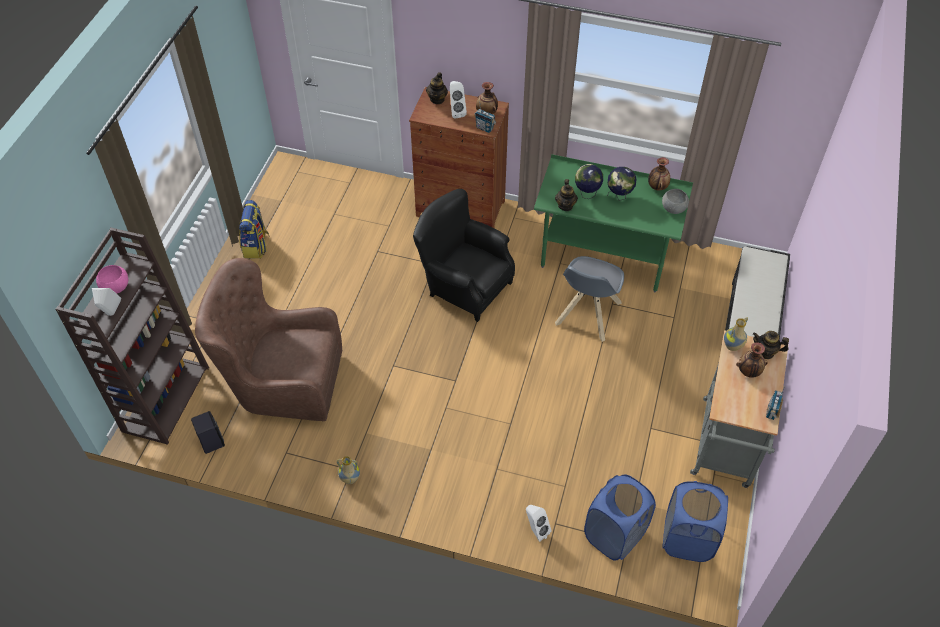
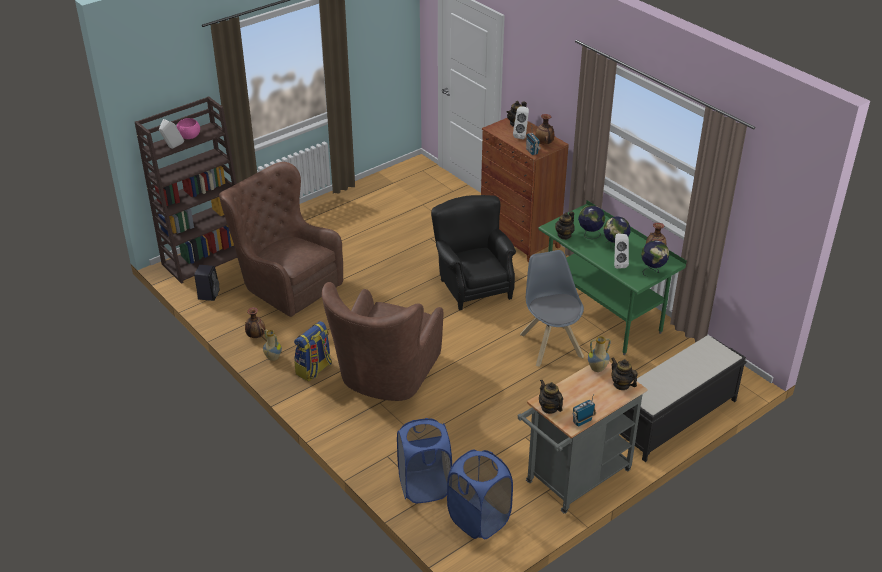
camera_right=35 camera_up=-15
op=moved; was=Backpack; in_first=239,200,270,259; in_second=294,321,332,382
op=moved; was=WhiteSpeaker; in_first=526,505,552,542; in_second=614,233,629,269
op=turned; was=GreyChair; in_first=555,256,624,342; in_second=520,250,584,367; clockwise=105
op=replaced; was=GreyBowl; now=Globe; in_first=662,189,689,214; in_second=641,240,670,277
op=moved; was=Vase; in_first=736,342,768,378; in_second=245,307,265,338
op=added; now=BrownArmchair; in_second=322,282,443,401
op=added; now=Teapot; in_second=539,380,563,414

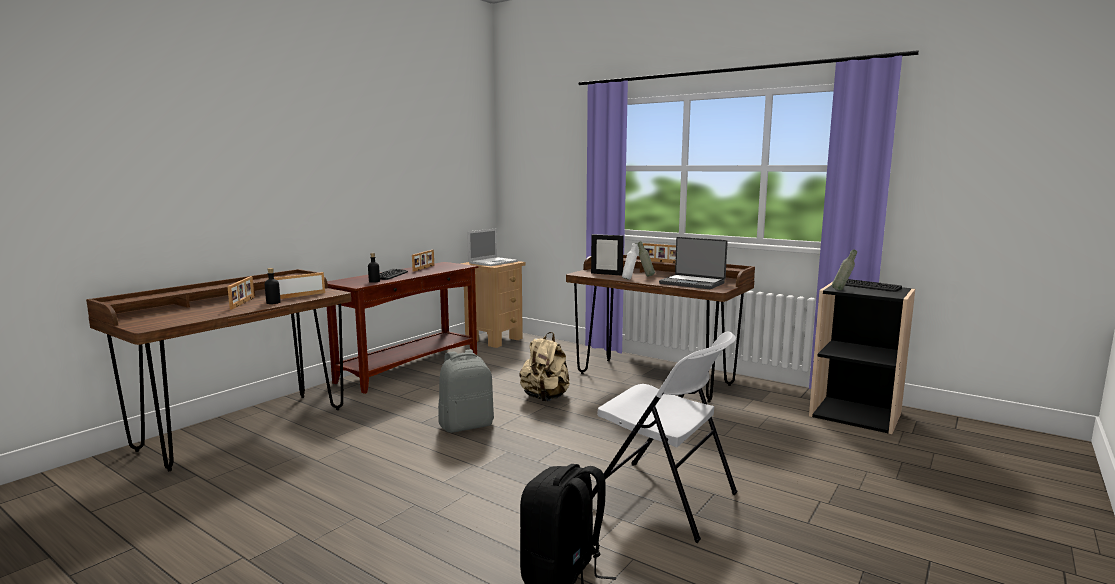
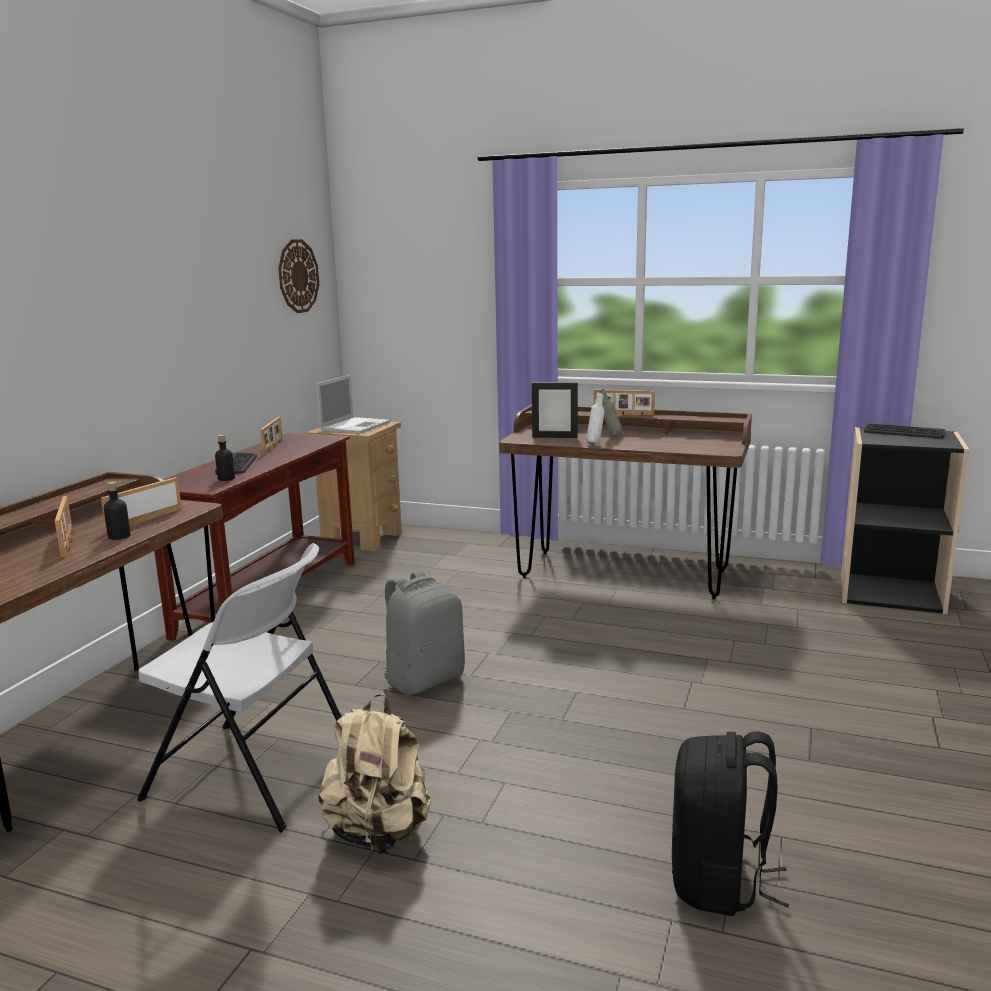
camera_right=-15 camera_up=5
op=moved; was=BeigeBackpack; in_first=520,332,570,401; in_second=318,693,431,854
op=moved; was=WhiteChair; in_first=592,332,738,543; in_second=137,543,342,833
op=removed; was=Laptop; in_first=659,237,728,289
op=removed; was=GreyBottle; in_first=832,249,857,290
op=added; now=WallClock; in_second=278,239,319,313

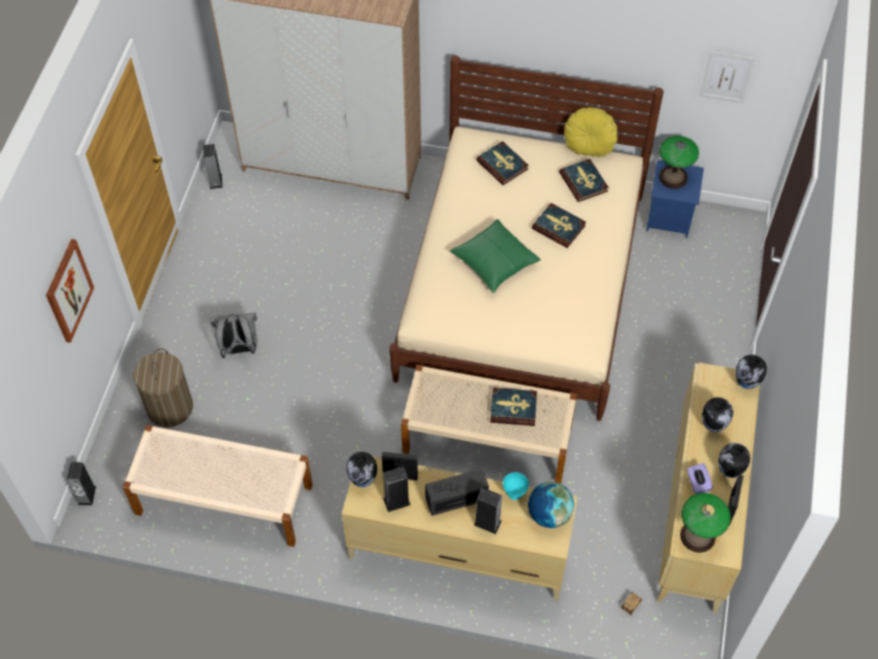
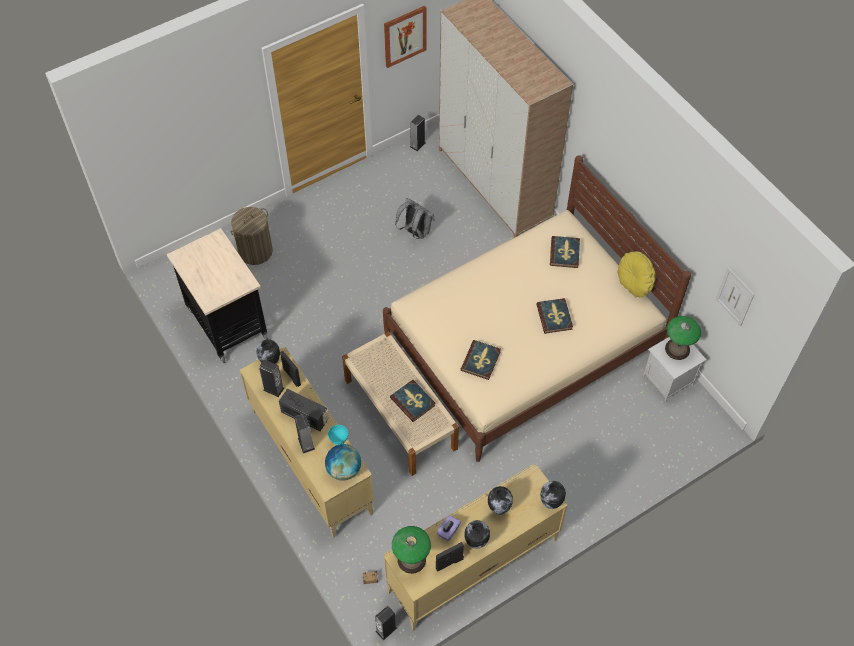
camera_right=45 camera_up=0
op=moved; was=Picture; in_first=46,239,94,343; in_second=384,5,426,68
op=moved; was=Speaker; in_first=67,462,96,505; in_second=375,605,397,641
op=replaced; was=BeigeBench; now=BlackCart; in_first=123,425,313,547; in_second=167,228,268,363
op=moved; was=GreyBackpack; in_first=210,313,257,358; in_second=395,198,435,239
op=removed; was=GreenPillow; in_first=450,219,541,293
op=moved; was=Book; in_first=559,159,609,202; in_second=461,340,501,380
op=recoloured; was=BlueNightstand; now=GreyNightstand; in_first=646,160,704,238; in_second=643,337,707,402

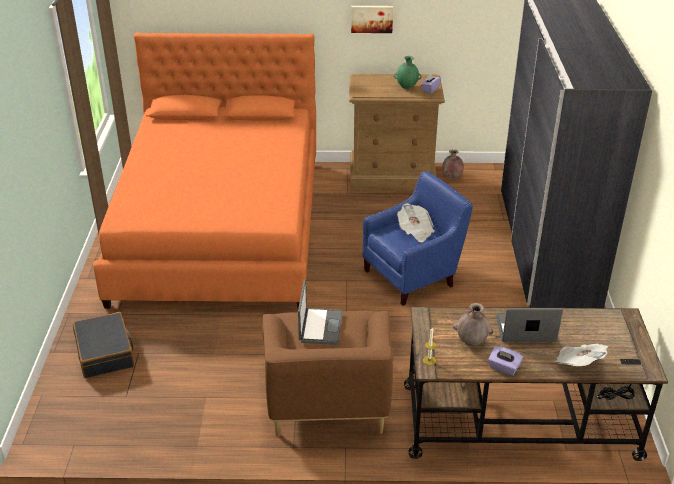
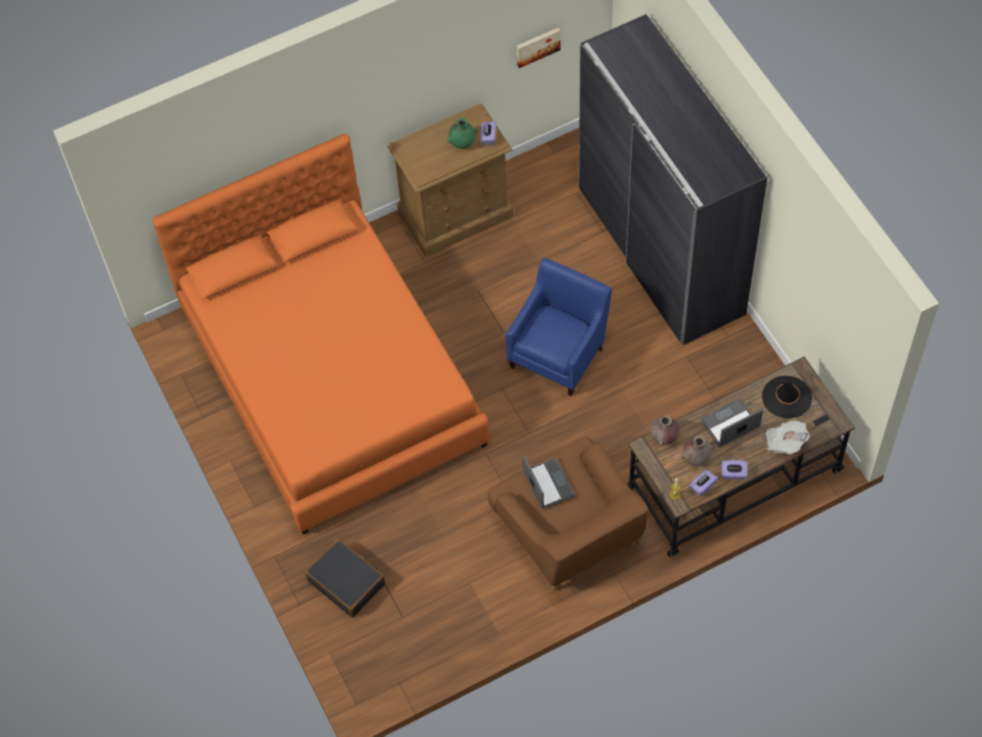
camera_right=-25 camera_up=25
op=moved; was=Picture; in_first=351,6,393,33; in_second=517,28,560,68
op=removed; was=Newspaper; in_first=397,203,435,242
op=moved; was=BrownVase; in_first=443,150,464,179; in_second=651,415,680,447
op=added; now=PurpleTissueBox; in_second=689,470,718,497
op=added; now=BlackHat; in_second=762,376,812,418

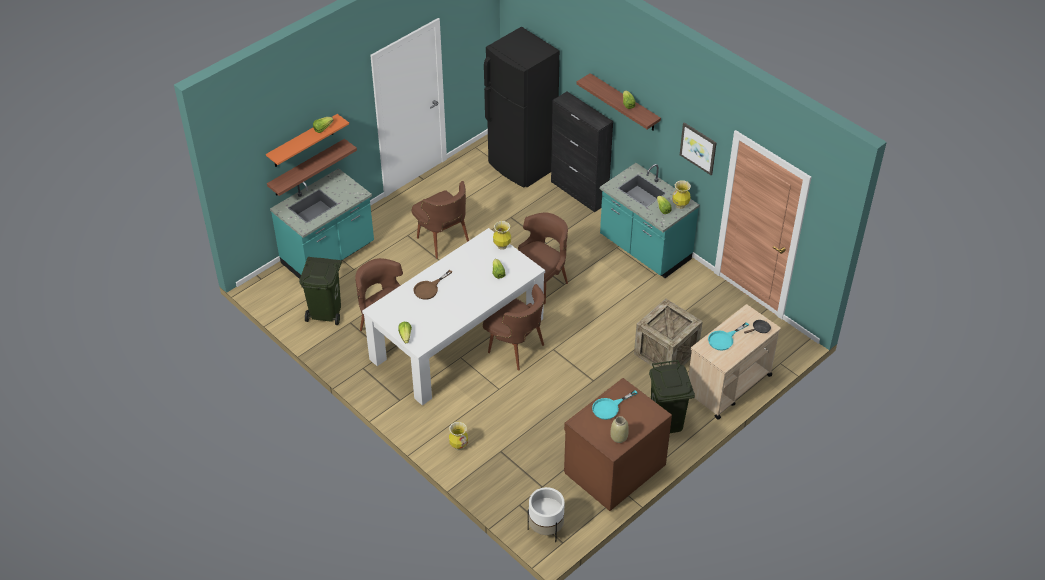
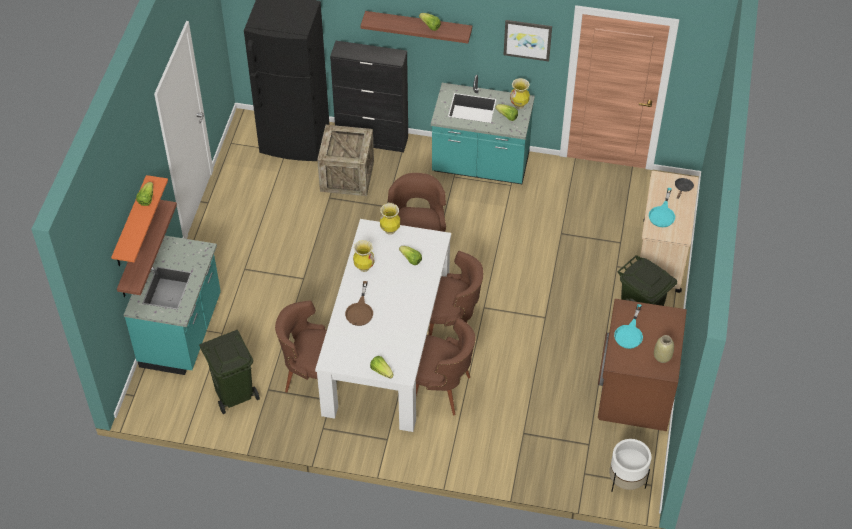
camera_right=-35 camera_up=5
op=moved; was=BrownChair; in_first=411,181,469,259; in_second=416,317,476,415
op=moved; was=Vase; in_first=449,422,468,450; in_second=353,240,374,272
op=moved; was=Crate; in_first=634,299,703,367; in_second=317,125,374,196

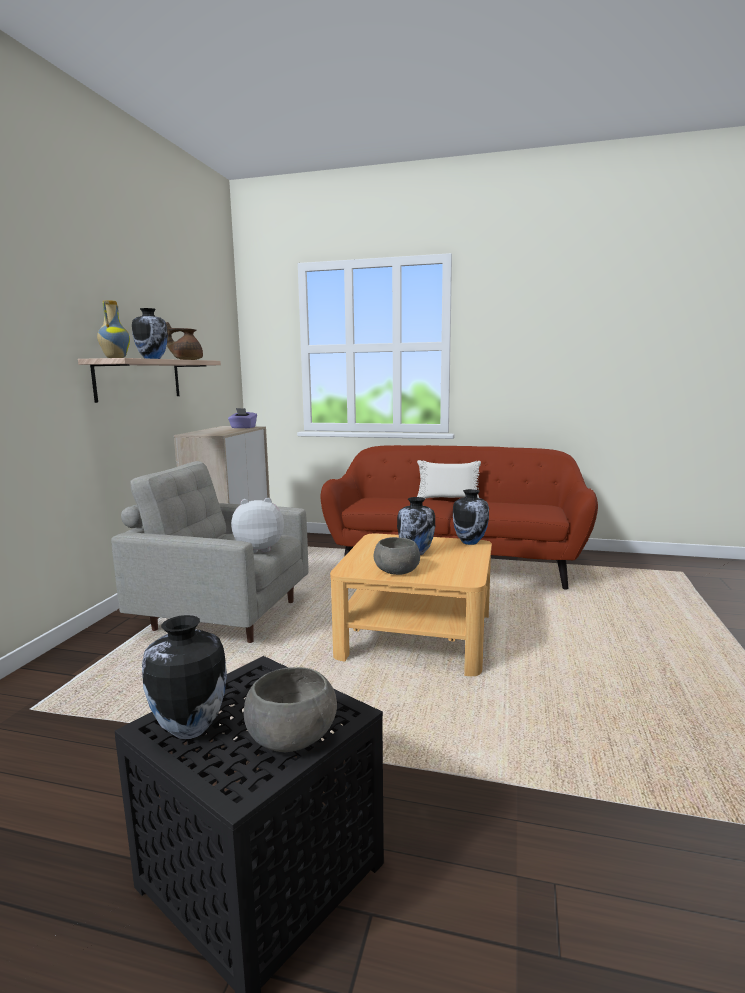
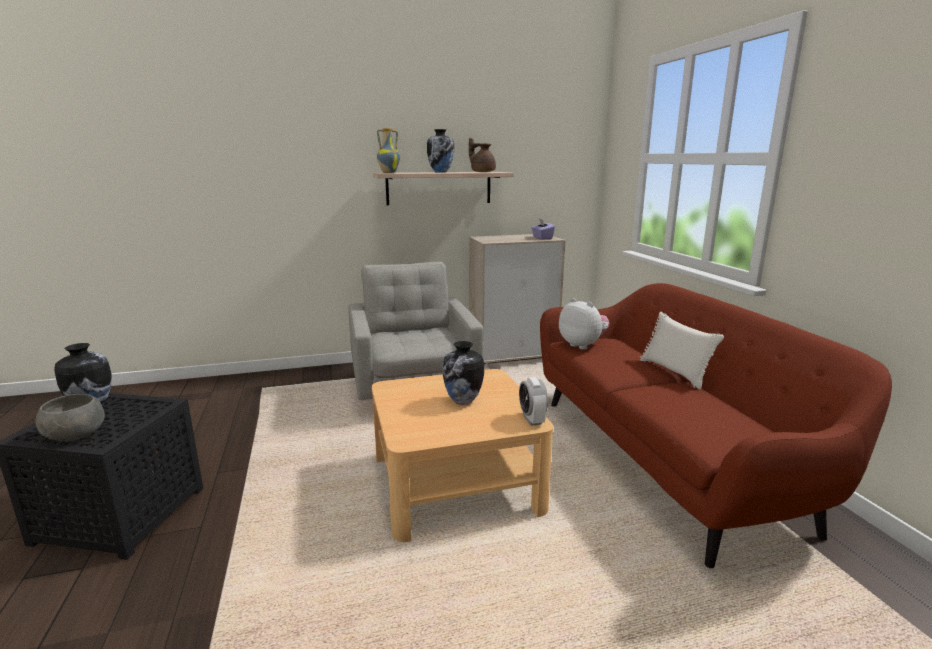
camera_right=60 camera_up=5
op=moved; was=PlushToy; in_first=231,498,284,553; in_second=559,298,610,350
op=removed; was=GreyBowl; in_first=374,537,420,575
op=replaced; was=Vase; now=AlarmClock; in_first=453,489,489,545; in_second=519,377,548,426

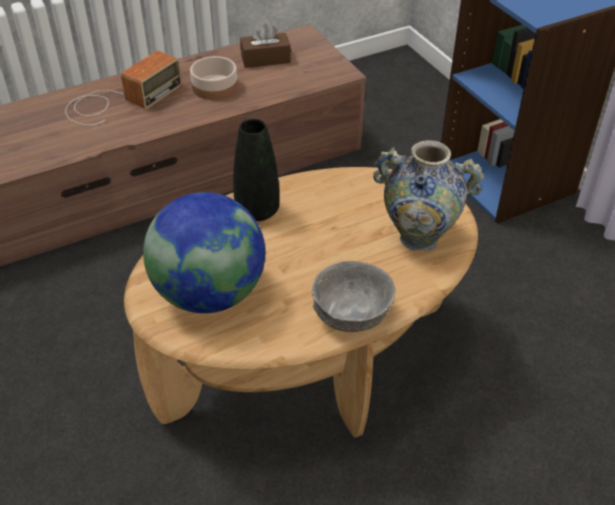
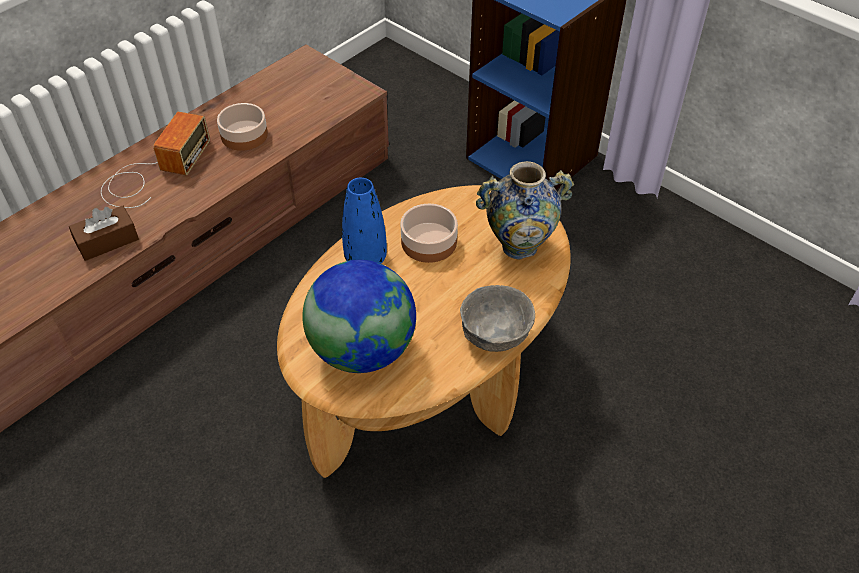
camera_right=-20 camera_up=5
op=recoloured; was=BlackVase; now=BlueVase; in_first=233,119,280,221; in_second=342,178,387,264
op=moved; was=BrownTissueBox; in_first=240,24,291,68; in_second=69,206,139,261
op=added; now=Bowl; in_second=401,204,458,263

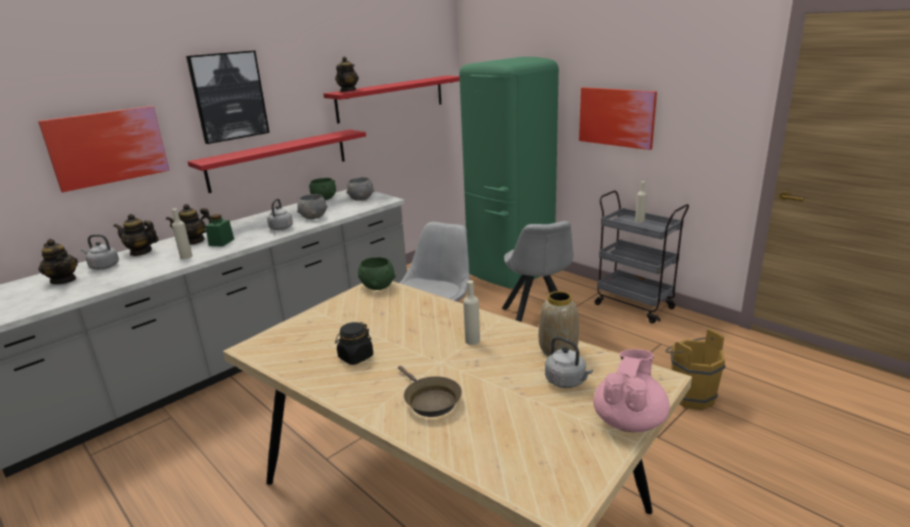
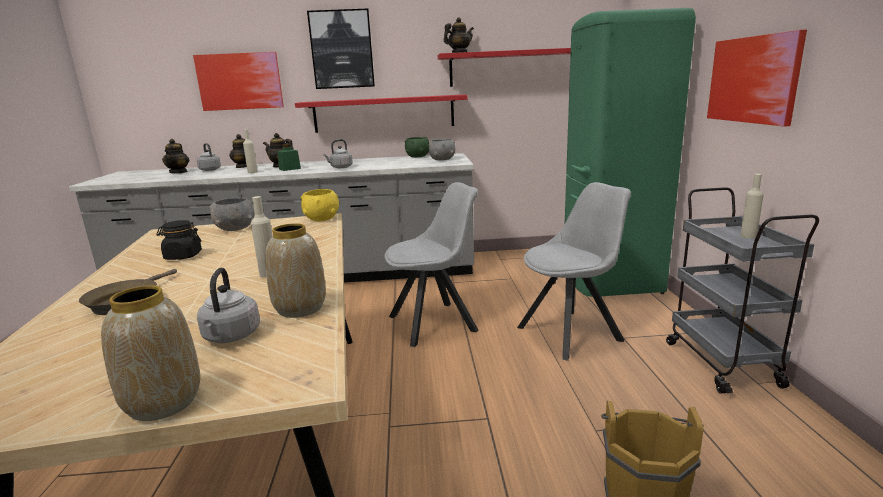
camera_right=40 camera_up=-5
op=moved; was=GreyBowl; in_first=297,194,328,219; in_second=210,198,253,231
op=recoloured; was=GreenBowl; now=YellowBowl; in_first=358,257,396,290; in_second=301,189,339,222
op=turned; was=GreyChair; in_first=502,221,574,322; in_second=517,182,631,361; clockwise=-150
op=replaced; was=PinkTeapot; now=Vase; in_first=594,349,670,432; in_second=101,285,200,421

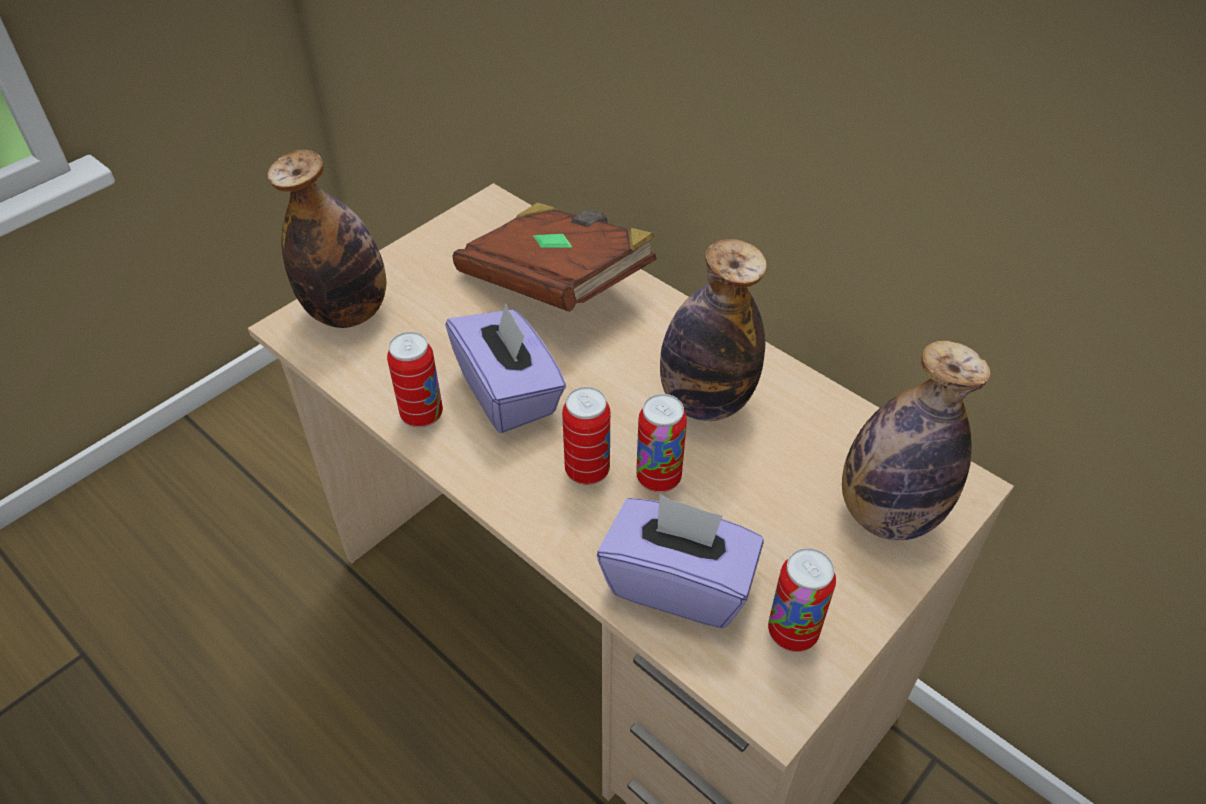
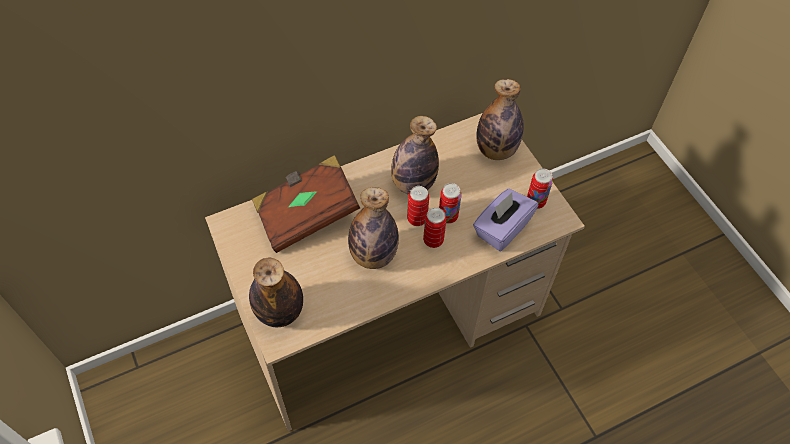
camera_right=-70 camera_up=10
op=moved; was=Can; in_first=387,332,443,427; in_second=407,186,429,226
op=replaced; was=PurpleTissueBox; now=Bottle; in_first=445,302,566,433; in_second=348,187,399,269

